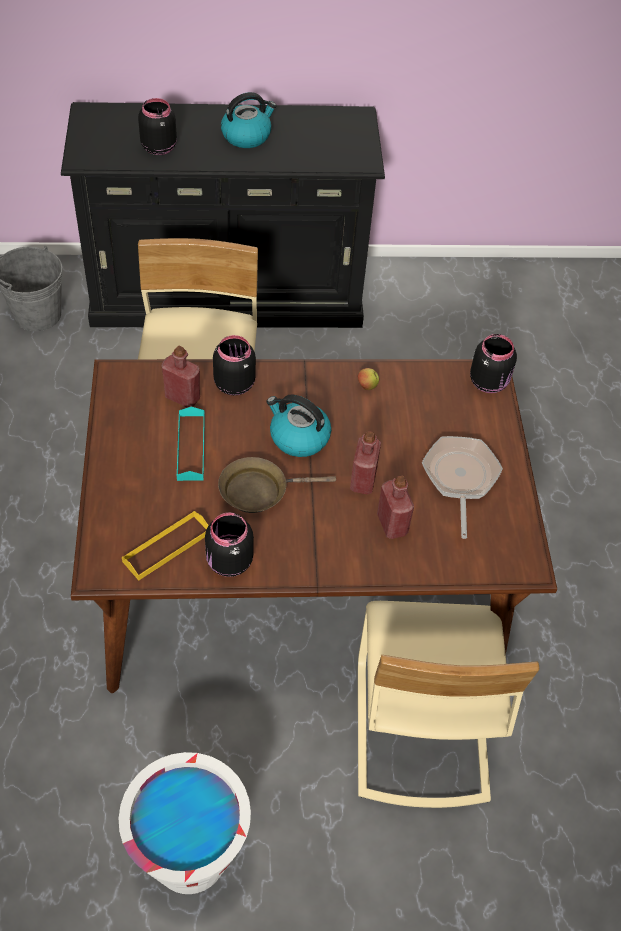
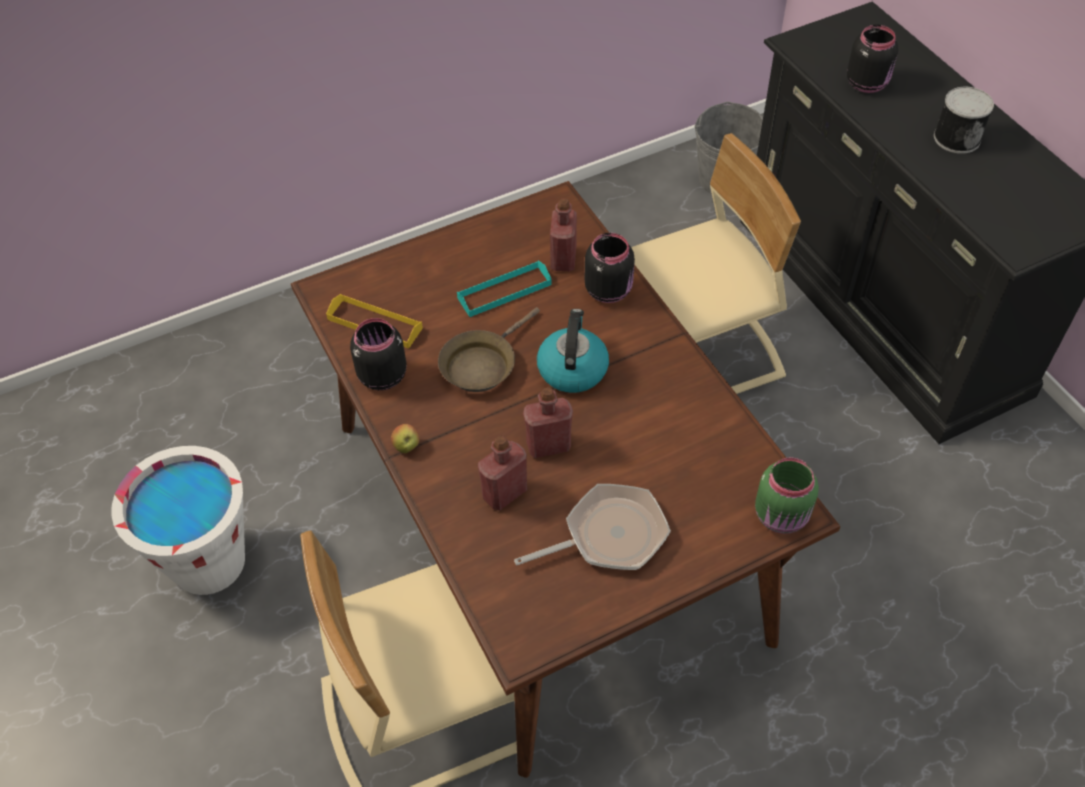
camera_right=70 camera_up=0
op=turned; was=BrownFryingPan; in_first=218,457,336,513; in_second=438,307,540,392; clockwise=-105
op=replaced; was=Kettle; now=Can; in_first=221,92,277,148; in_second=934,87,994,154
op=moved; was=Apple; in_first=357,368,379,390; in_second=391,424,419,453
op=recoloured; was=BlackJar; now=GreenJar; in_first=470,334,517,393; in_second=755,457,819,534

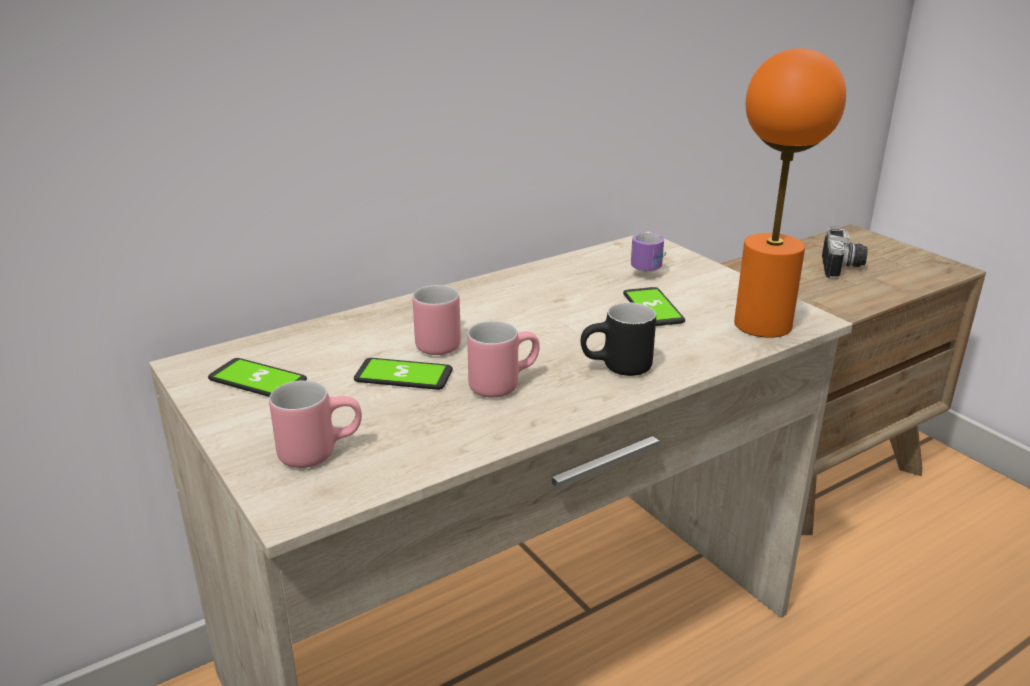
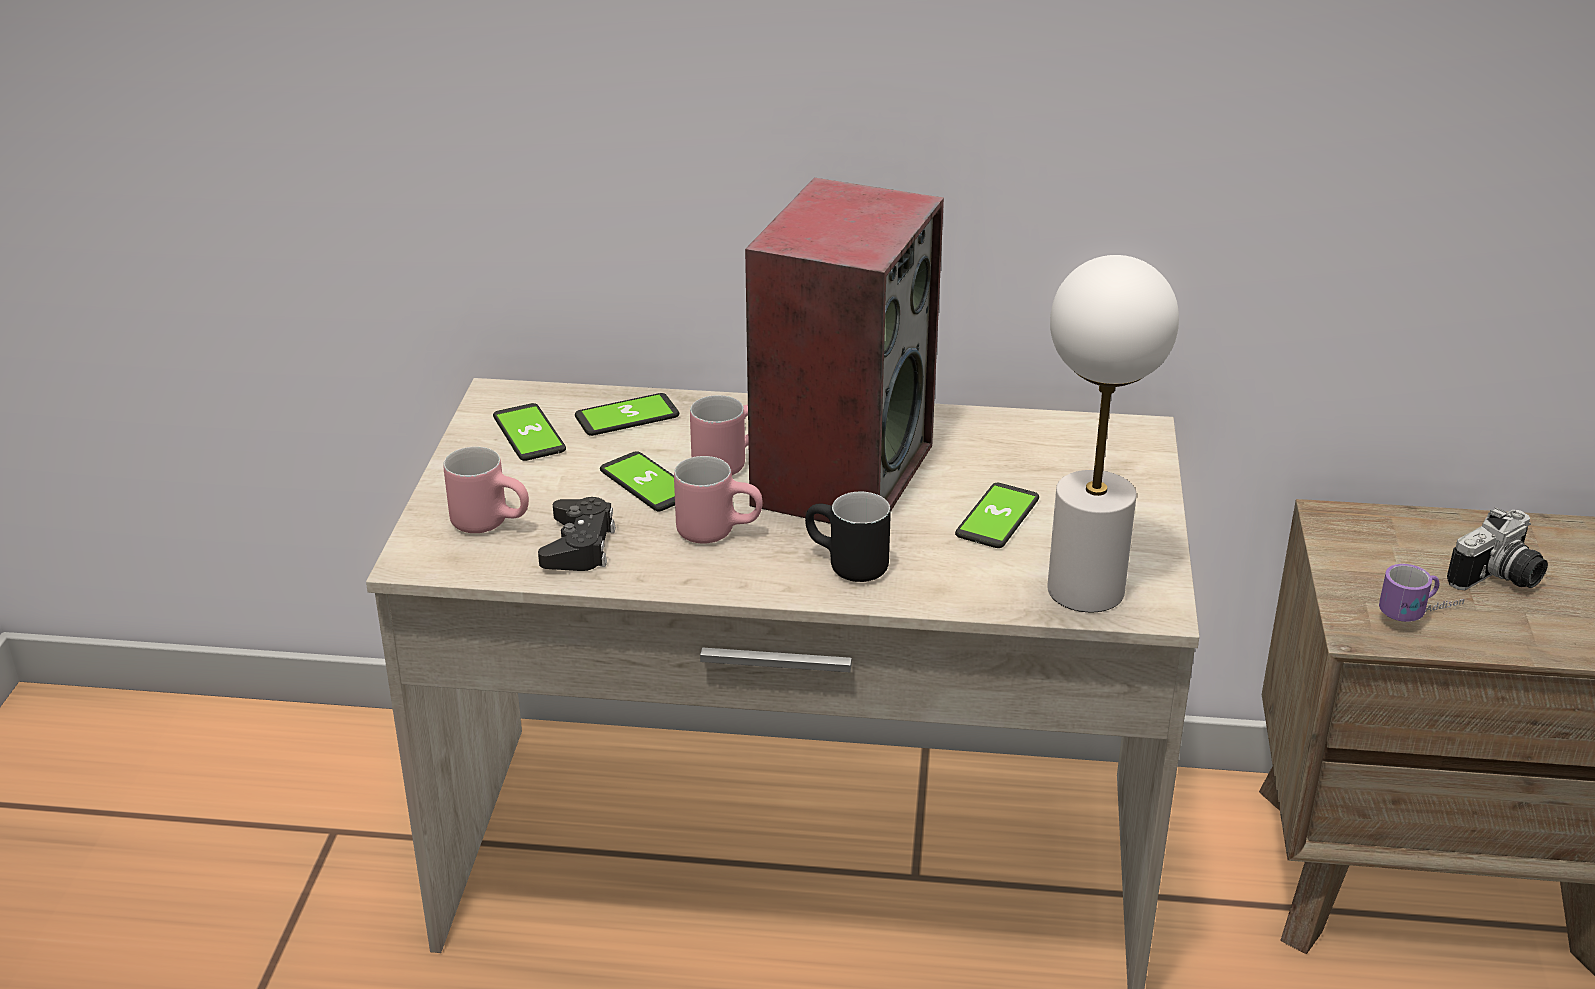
camera_right=40 camera_up=5
op=moved; was=Mug; in_first=631,233,666,272; in_second=1379,564,1464,622
op=recoloured; was=OrangeTableLamp; now=WhiteTableLamp; in_first=734,48,846,338; in_second=1047,255,1179,612
op=added; now=BlackGameController; in_second=538,497,616,571
op=added; now=Phone; in_second=575,393,679,436
op=added; now=Speaker; in_second=745,178,944,524

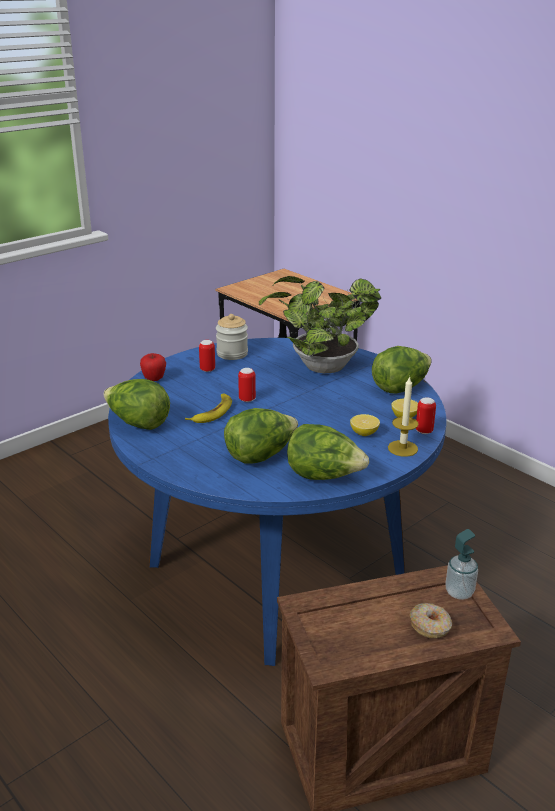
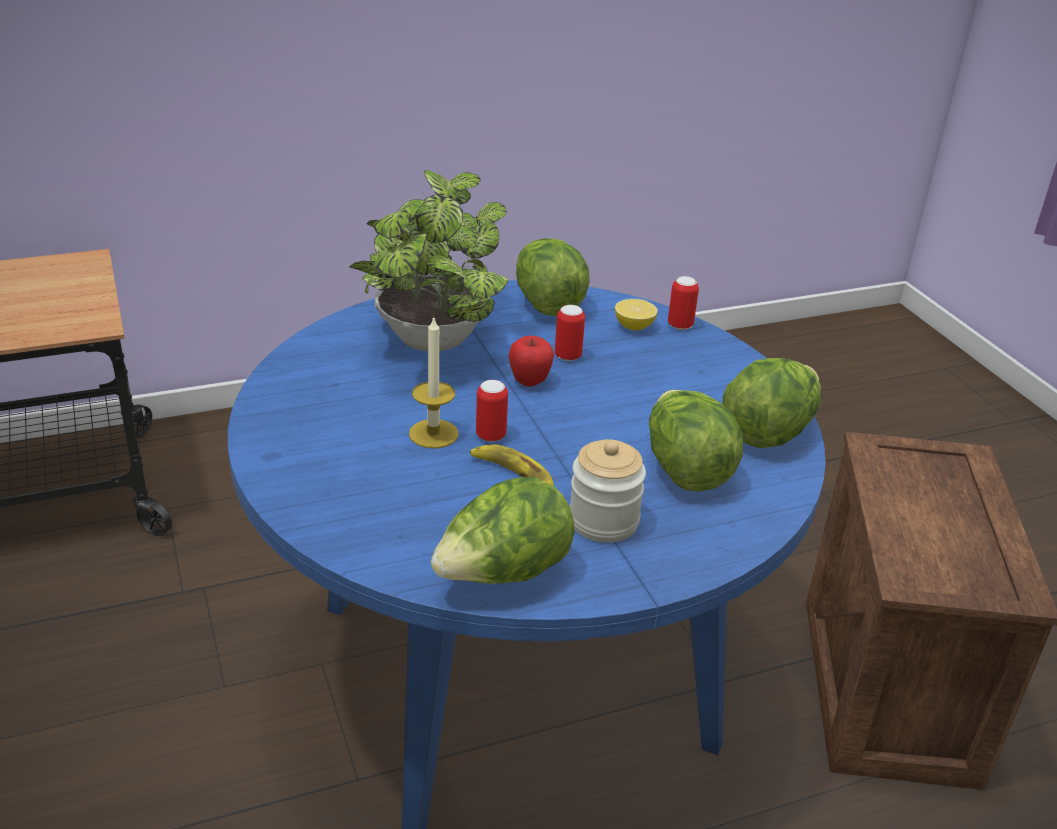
camera_right=-70 camera_up=5
op=moved; was=Apple; in_first=140,353,166,381; in_second=509,336,554,387
op=moved; was=Can; in_first=199,340,215,372; in_second=555,305,585,361
op=moved; was=Jar; in_first=216,314,248,360; in_second=570,439,646,542
op=removed; was=Lemon; in_first=350,414,380,436
op=moved; was=Candle; in_first=388,376,418,457; in_second=409,316,459,448
op=removed; was=Donut; in_first=410,603,452,638
op=removed; was=SoapDispenser; in_first=446,529,478,600

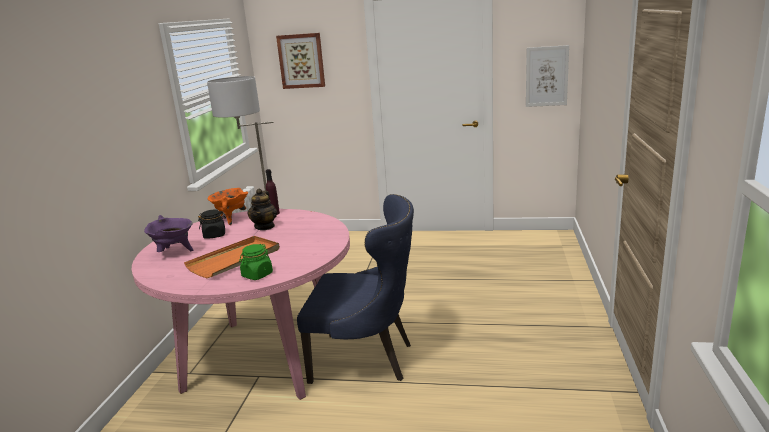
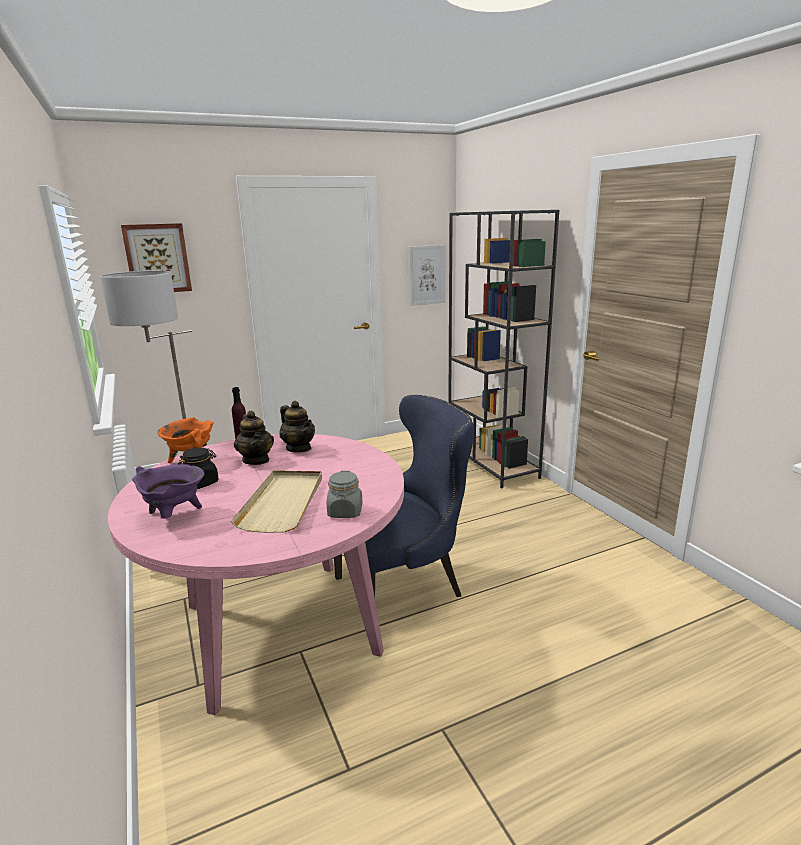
camera_right=-35 camera_up=0
op=recoloured; was=OrangeTray; now=BeigeTray; in_first=184,236,280,278; in_second=231,471,322,533
op=recoloured; was=GreenJar; now=GreyJar; in_first=239,244,273,280; in_second=327,471,363,518
op=added; now=Teapot; in_second=279,401,315,453
op=added; now=Bookcase; in_second=448,210,559,489

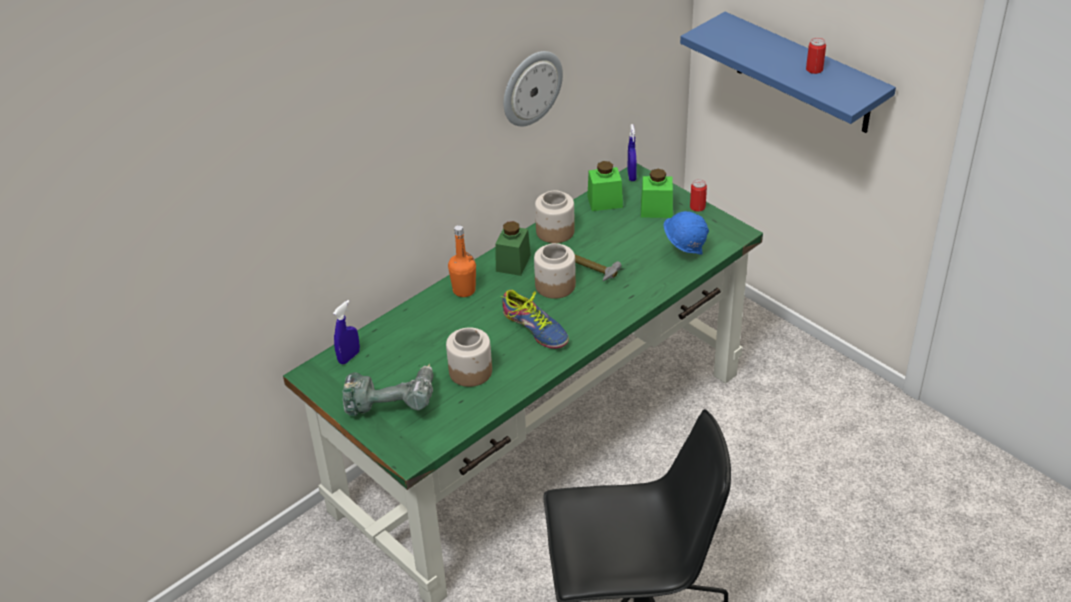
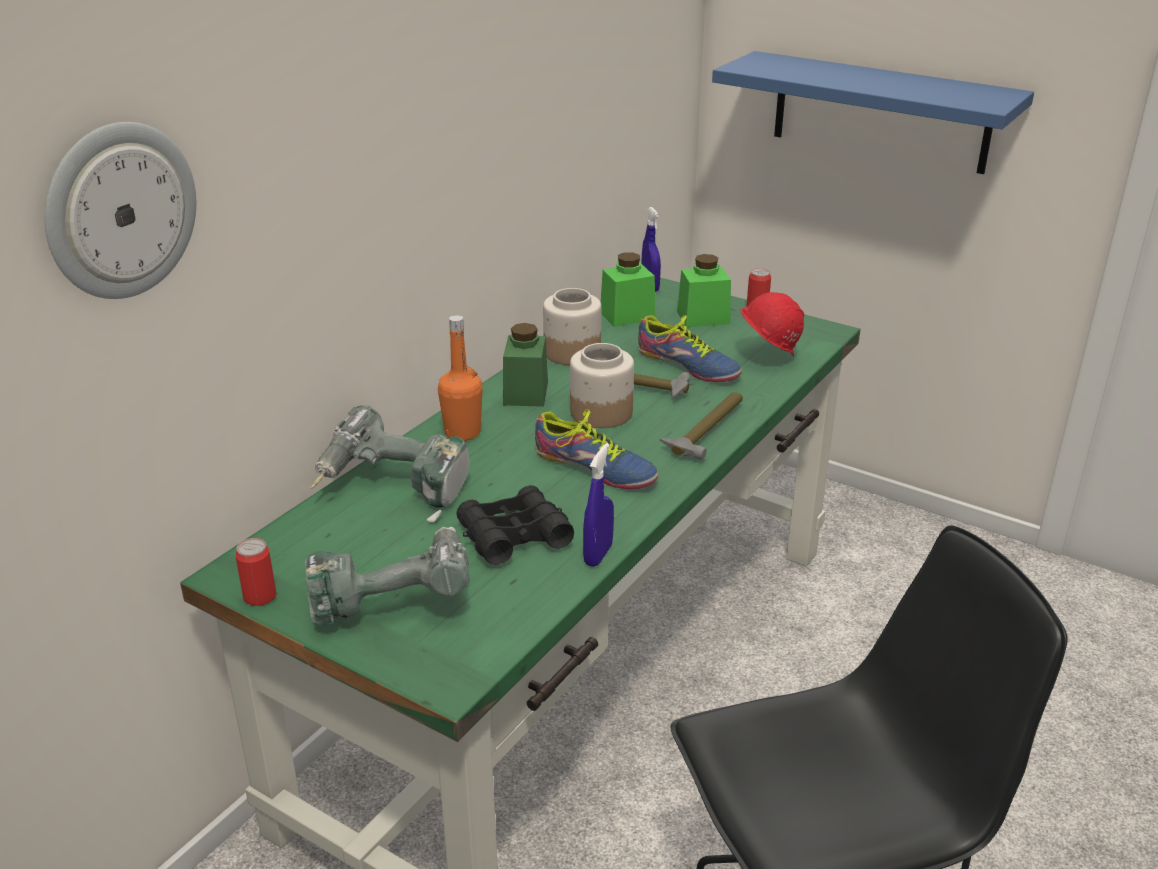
camera_right=-15 camera_up=-10
op=moved; was=BlueSprayBottle; in_first=333,300,360,365; in_second=583,443,614,567
op=replaced; was=Jar; now=BlackBinoculars; in_first=446,327,492,387; in_second=456,485,574,565
op=moved; was=WallClock; in_first=504,51,563,126; in_second=45,122,196,299
op=recoloured; was=BlueHardHat; now=RedHardHat; in_first=664,211,709,255; in_second=741,292,805,357
op=moved; was=Can; in_first=806,38,826,74; in_second=235,538,277,606
op=added; now=PowerDrill; in_second=310,405,470,523
op=added; now=Shoe; in_second=638,315,742,382
op=added; now=Hammer; in_second=660,392,743,459

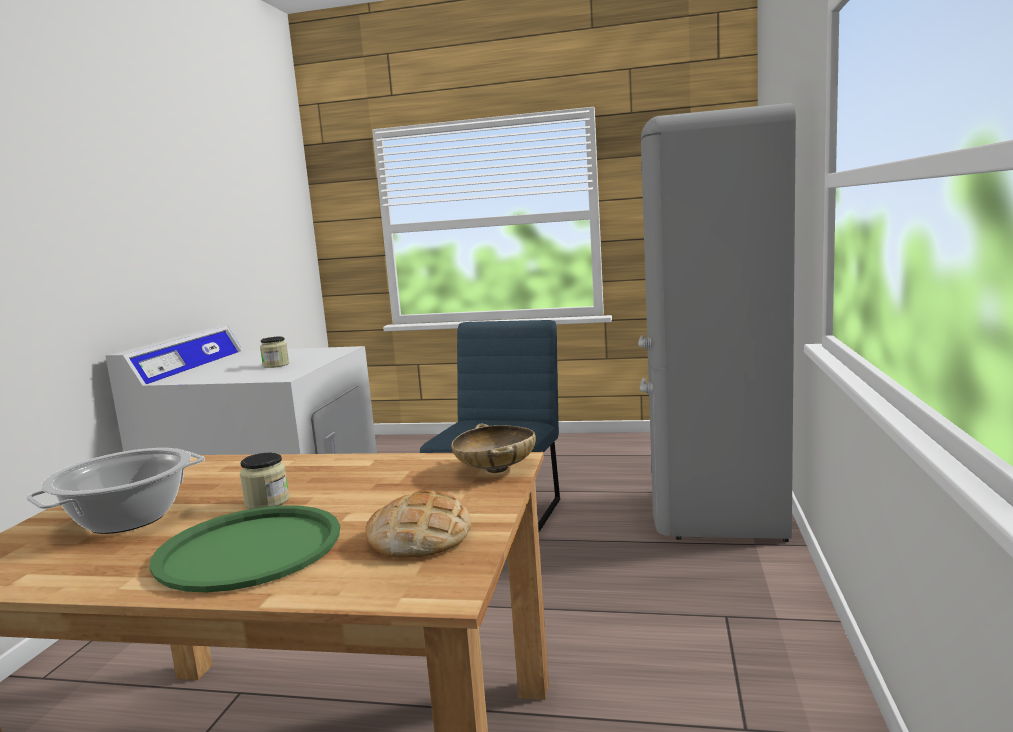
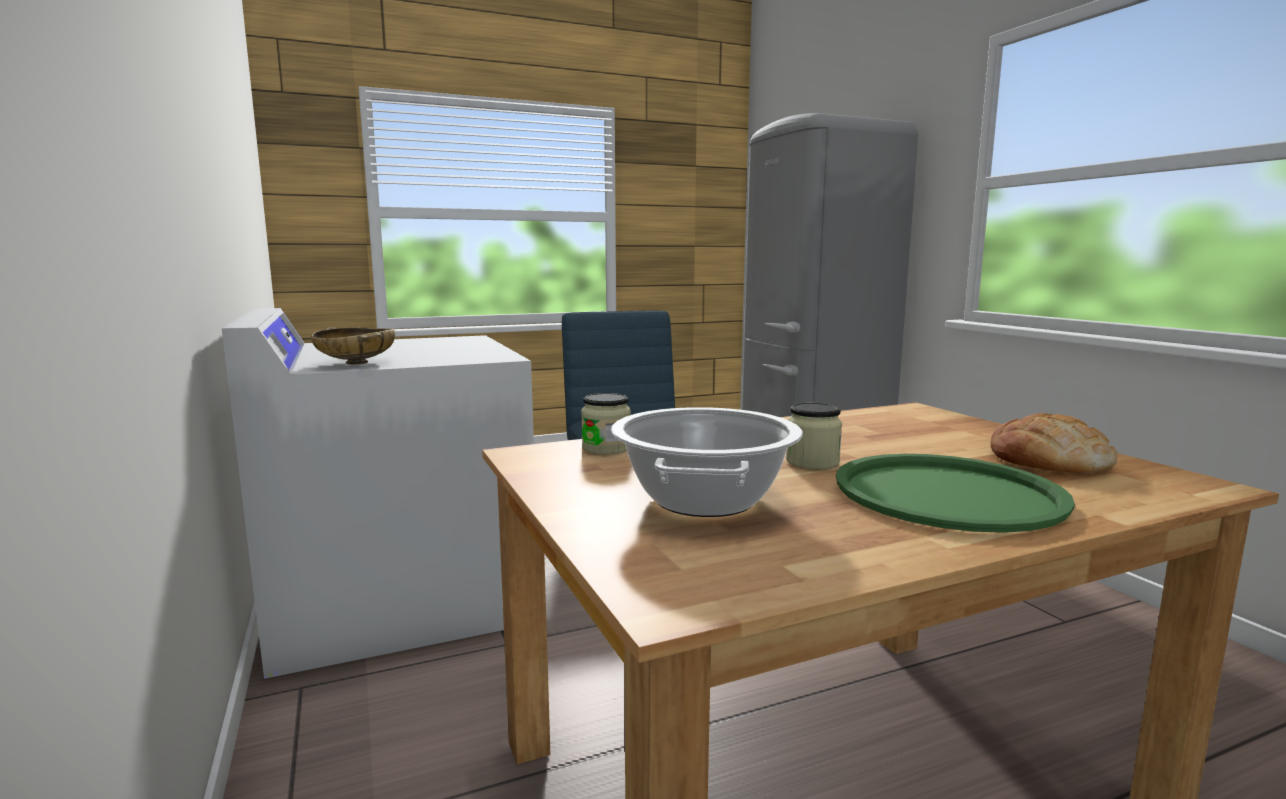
camera_right=-35 camera_up=0
op=moved; was=Jar; in_first=260,336,289,368; in_second=581,393,631,455
op=moved; was=BeigeBowl; in_first=451,424,536,473; in_second=311,327,395,365

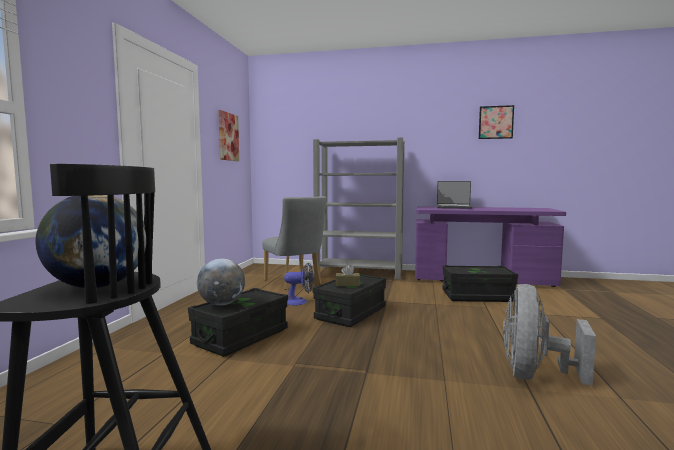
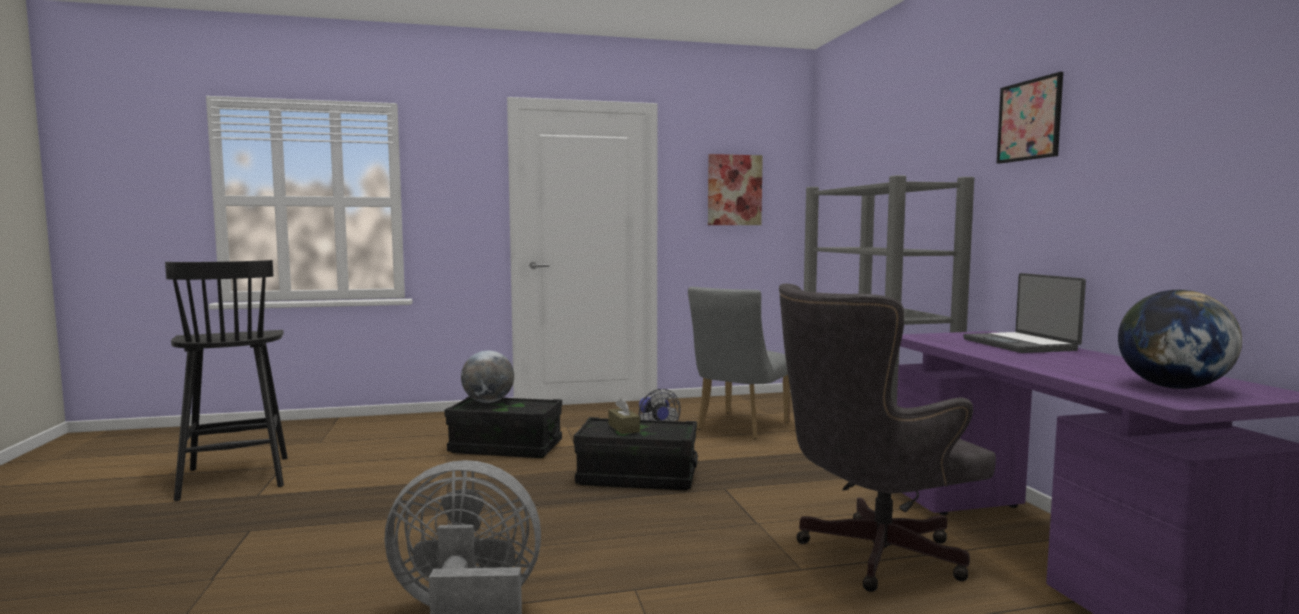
camera_right=65 camera_up=0
op=moved; was=Globe; in_first=35,195,146,288; in_second=1118,290,1242,389
op=replaced; was=BlackStorageBox; now=GreyOfficeChair; in_first=443,265,518,302; in_second=779,284,996,592
op=moved; was=Picture; in_first=479,105,514,139; in_second=997,72,1063,164

